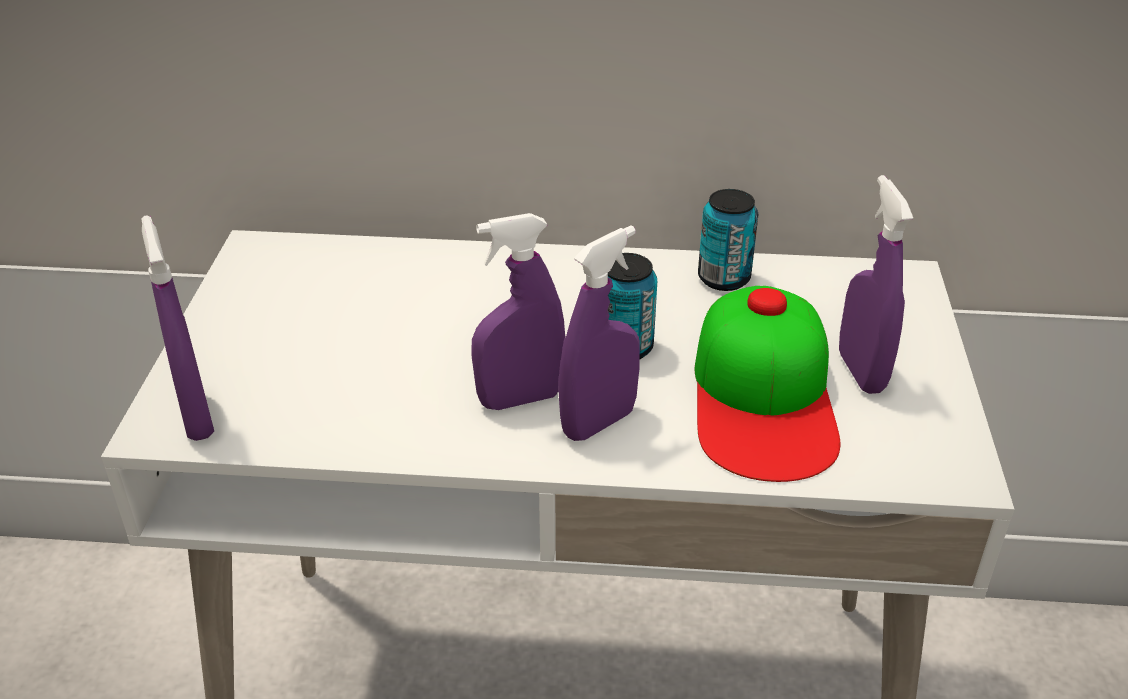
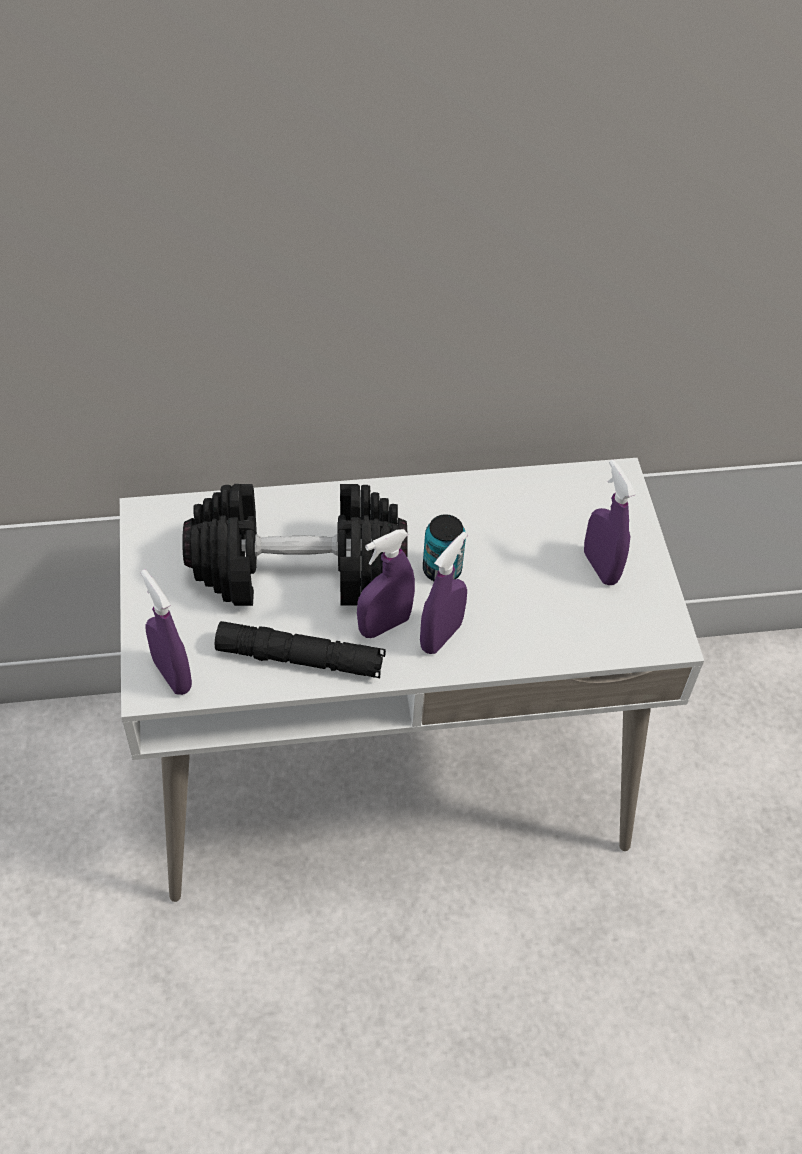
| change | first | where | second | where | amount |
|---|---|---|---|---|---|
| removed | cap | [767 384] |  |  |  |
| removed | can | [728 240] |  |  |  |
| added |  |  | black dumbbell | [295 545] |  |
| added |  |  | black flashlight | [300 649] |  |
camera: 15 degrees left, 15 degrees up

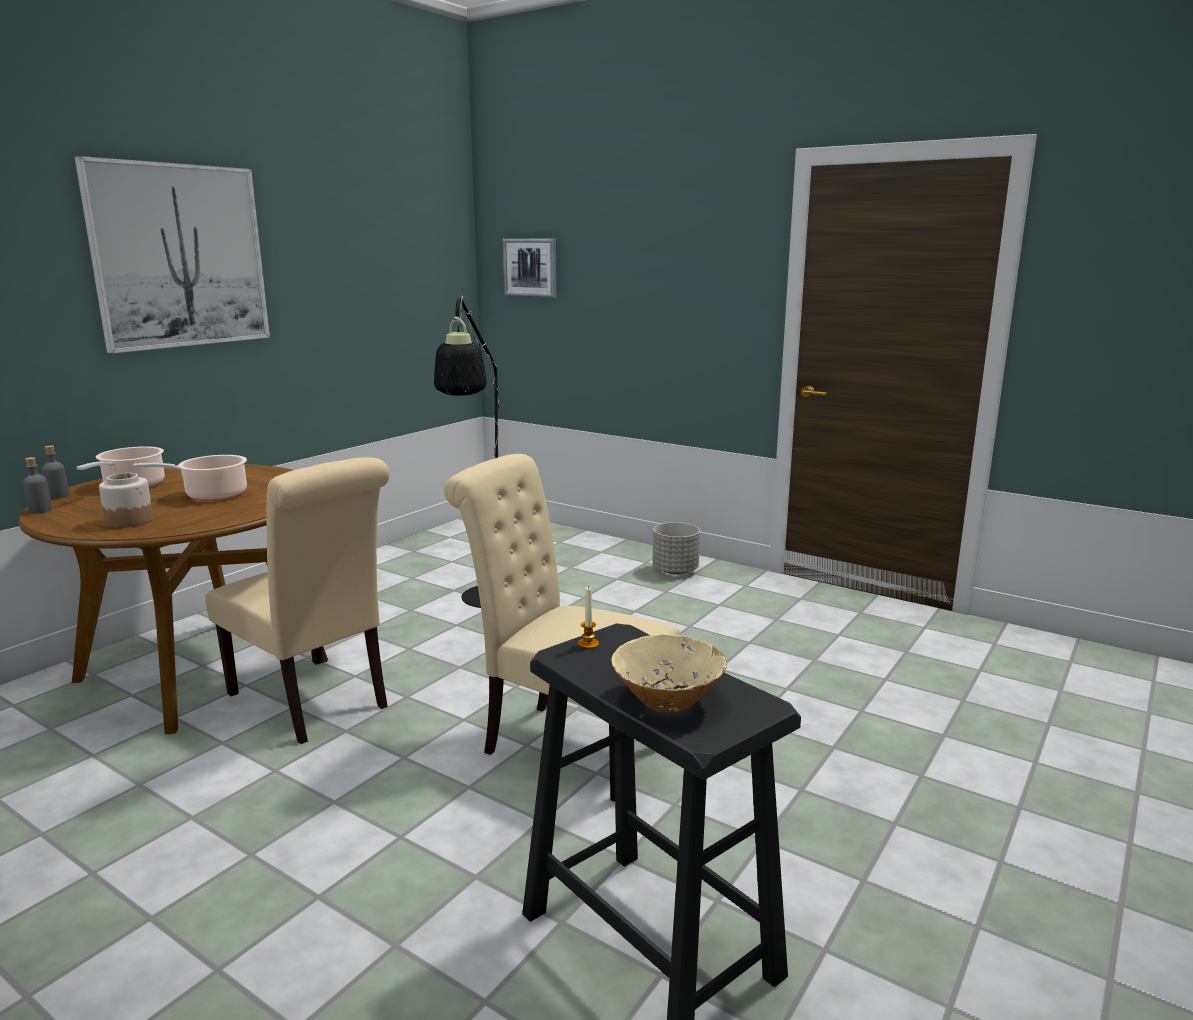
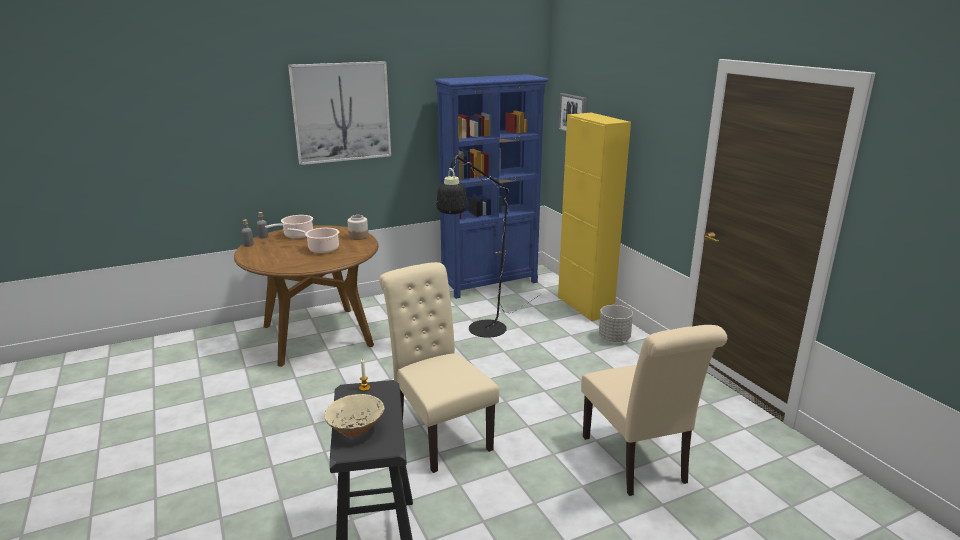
| change | first | where | second | where | amount |
|---|---|---|---|---|---|
| moved | jar | [126 500] |  | [357 227] |  |
| moved | beige chair | [297 600] |  | [654 410] |  |
| added |  |  | blue bookcase | [491 186] |  |
| added |  |  | yellow cabinet | [594 217] |  |
camera: 30 degrees right, 5 degrees up

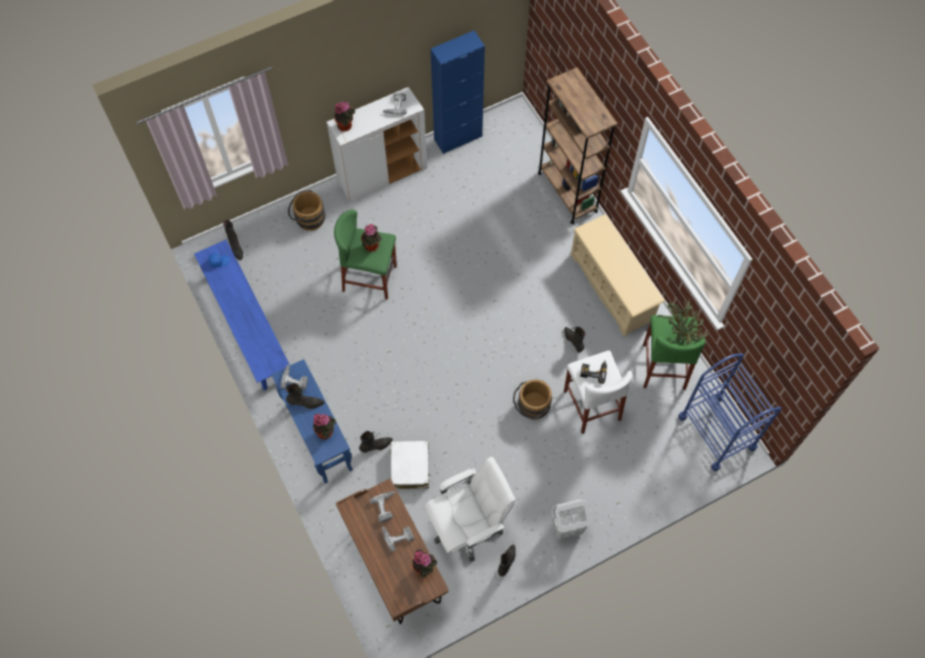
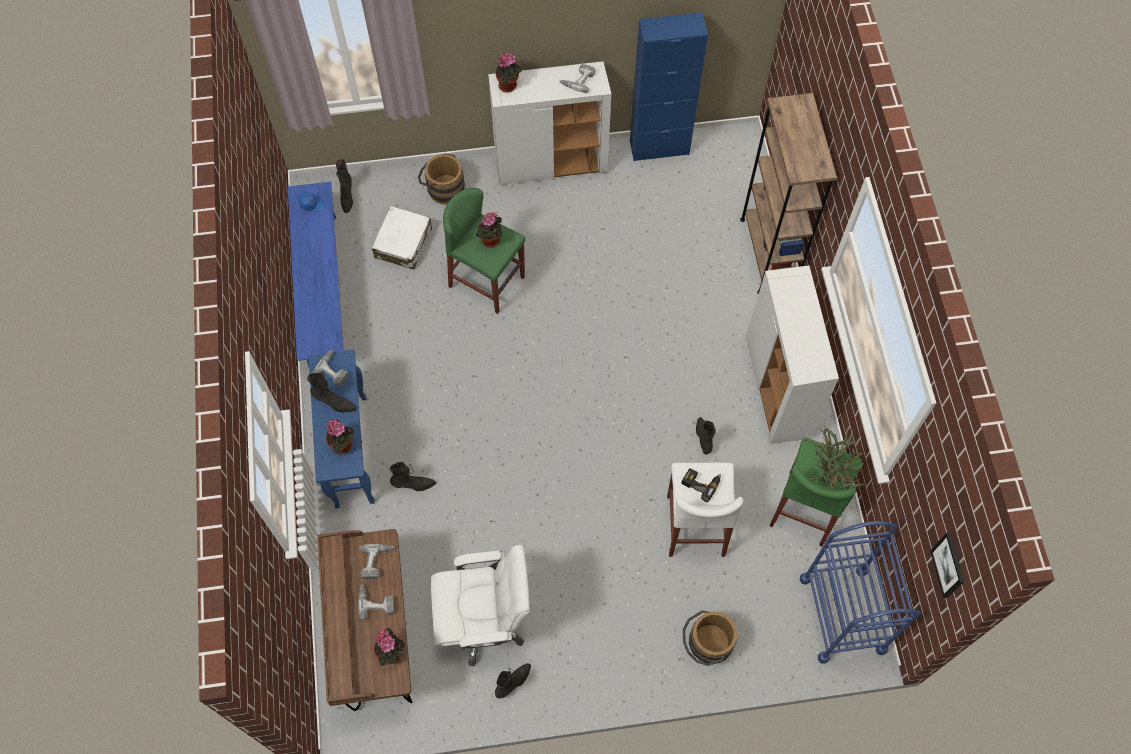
| change | first | where | second | where | amount |
|---|---|---|---|---|---|
| moved | white suitcase | [411 465] |  | [402 238] |  |
| moved | brown bucket | [532 399] |  | [710 638] |  |
| removed | white laundry basket | [571 520] |  |  |  |
| replaced | beige shoe rack | [618 275] | white cabinet | [792 355] |  |
| added |  |  | picture | [948 565] |  |
camera: 20 degrees right, 0 degrees up

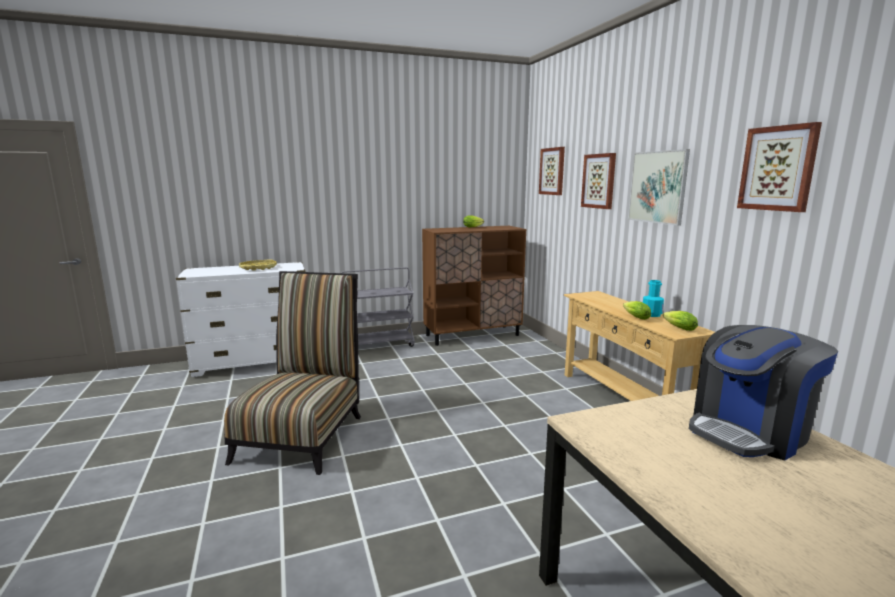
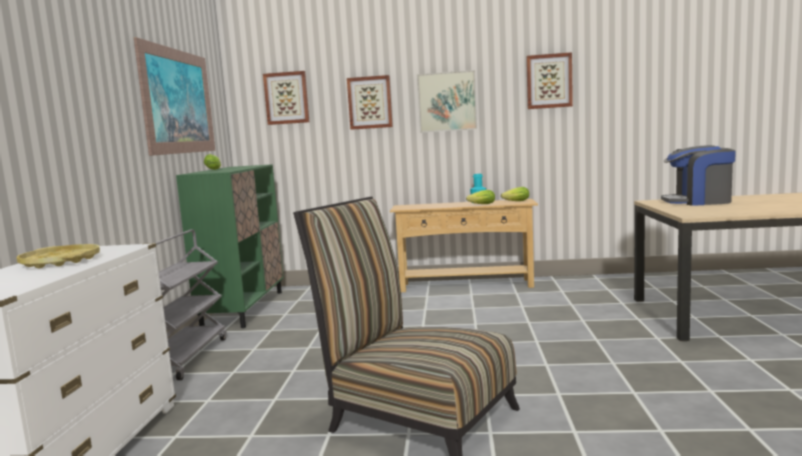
| change | first | where | second | where | amount |
|---|---|---|---|---|---|
| recoloured | brown cabinet | [474 286] | green cabinet | [230 246] |  |
| turned | coffee machine | [763 392] |  | [698 175] | 105 degrees clockwise |
| added |  |  | picture | [174 96] |  |
camera: 65 degrees left, 5 degrees down

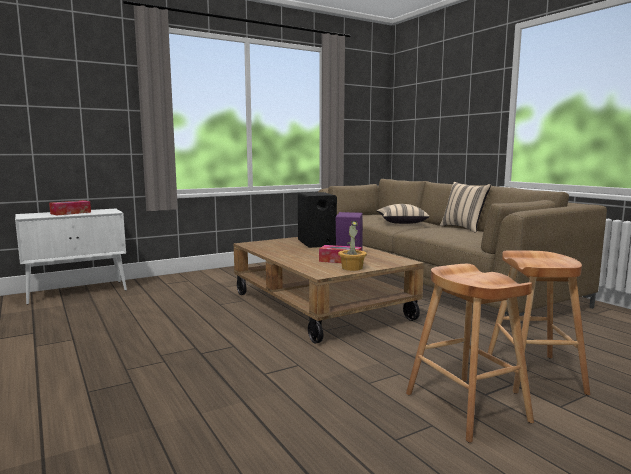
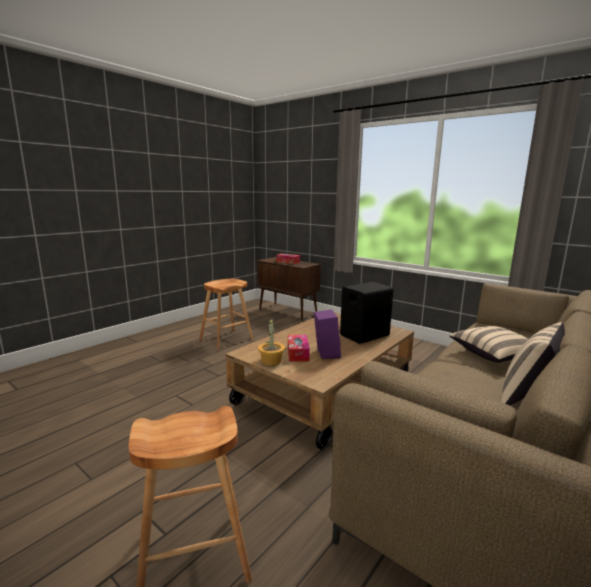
| change | first | where | second | where | amount |
|---|---|---|---|---|---|
| recoloured | white cabinet | [71 257] | brown cabinet | [289 289] |  |
| moved | brown stool | [470 353] |  | [226 314] |  |
camera: 70 degrees right, 5 degrees up

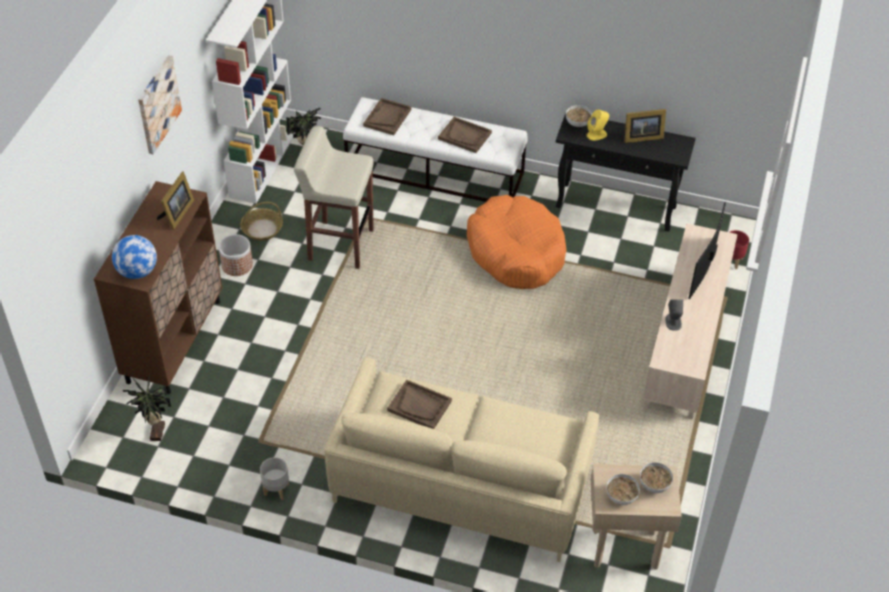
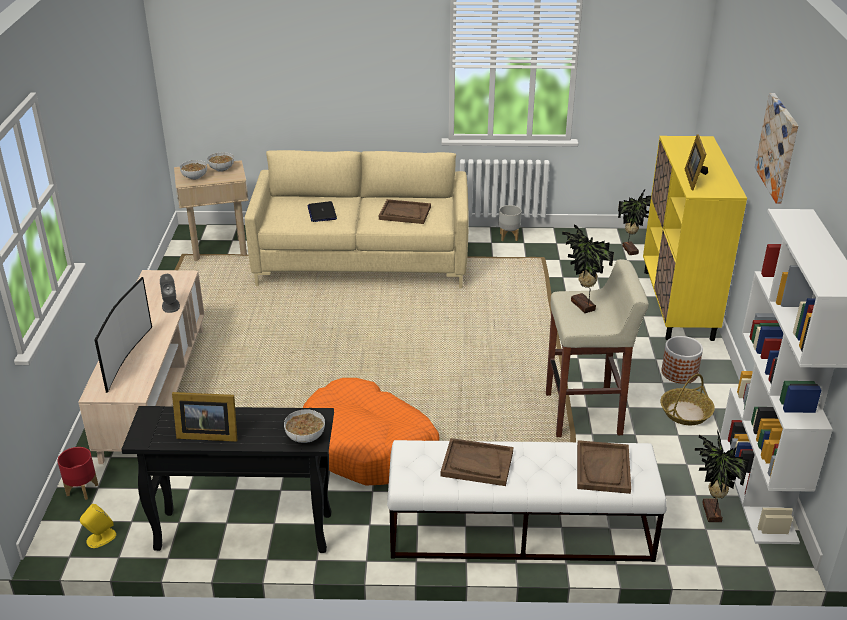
| change | first | where | second | where | amount |
|---|---|---|---|---|---|
| recoloured | brown cabinet | [158 287] | yellow cabinet | [695 238] |  |
| removed | globe | [134 257] |  |  |  |
| moved | yellow speaker | [598 125] |  | [98 526] |  |
| turned | picture frame | [645 126] |  | [204 417] | 150 degrees counterclockwise |
| added |  |  | laptop | [322 211] |  |
| added |  |  | potted plant | [588 268] |  |
camera: 165 degrees right, 15 degrees down

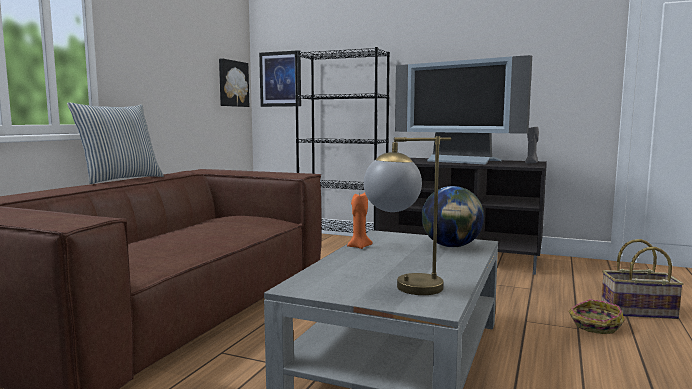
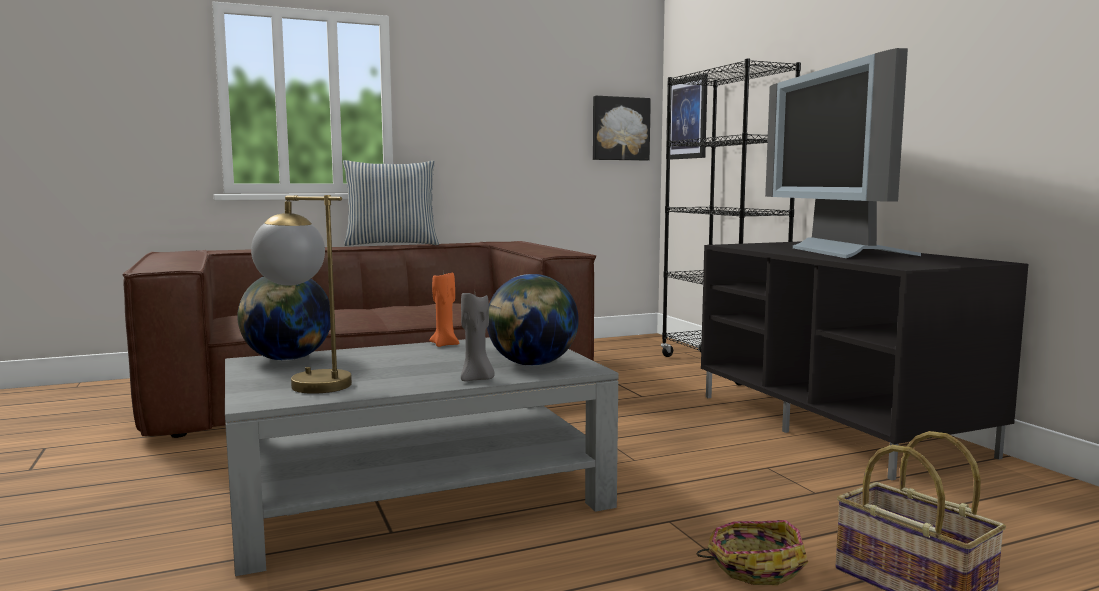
| change | first | where | second | where | amount |
|---|---|---|---|---|---|
| moved | grey candle | [532 145] |  | [478 336] |  |
| added |  |  | globe | [284 318] |  |
camera: 45 degrees right, 0 degrees up

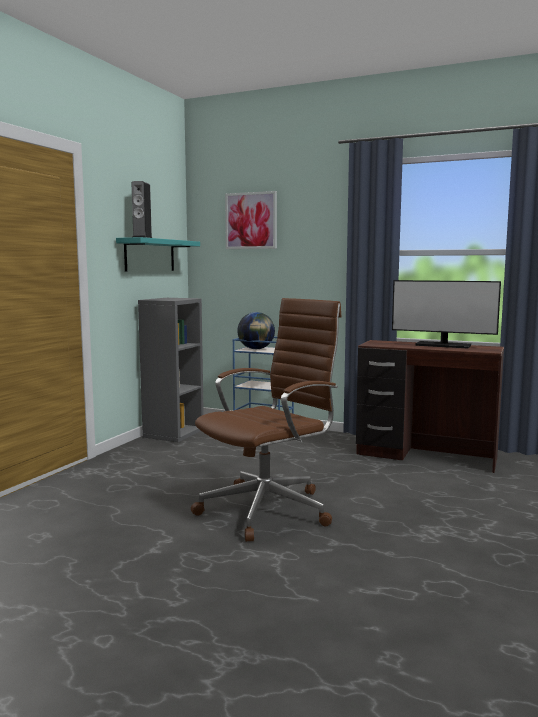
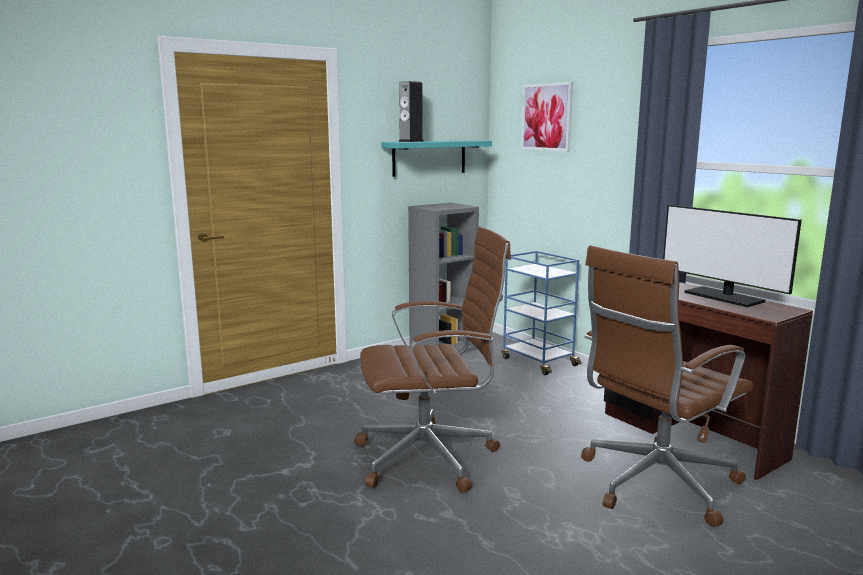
| change | first | where | second | where | amount |
|---|---|---|---|---|---|
| removed | globe | [256 330] |  |  |  |
| added |  |  | brown office chair | [667 386] |  |
camera: 30 degrees right, 5 degrees up

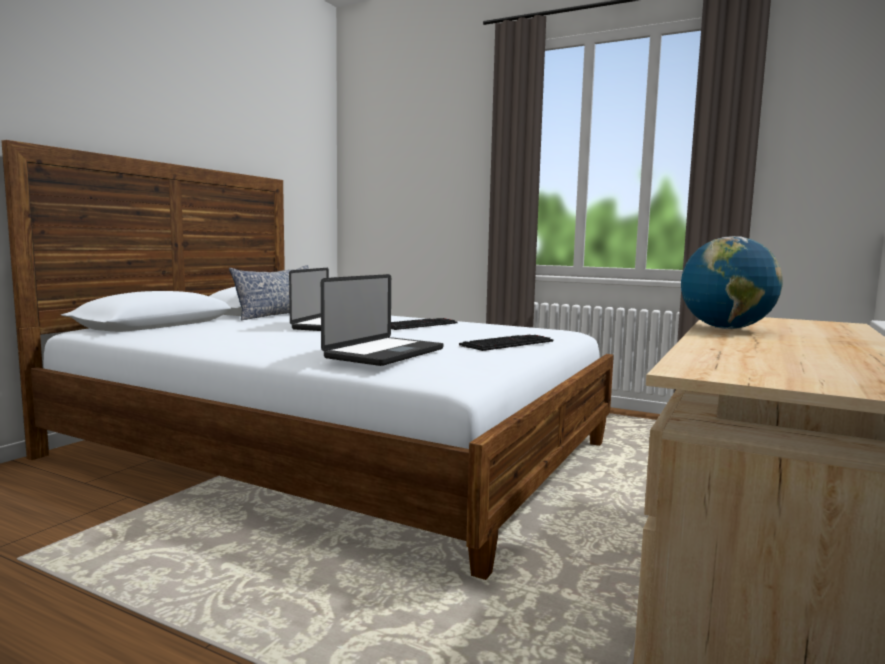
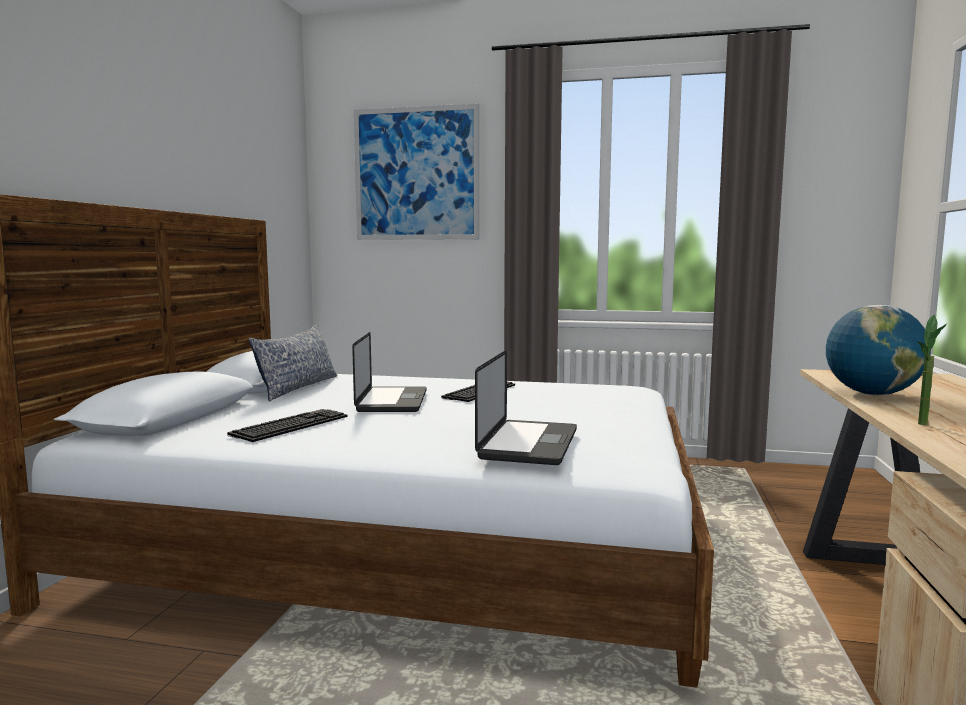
| change | first | where | second | where | amount |
|---|---|---|---|---|---|
| moved | keyboard | [506 343] |  | [287 425] |  |
| added |  |  | picture | [416 172] |  |
| added |  |  | potted plant | [932 370] |  |
camera: 15 degrees left, 0 degrees up

